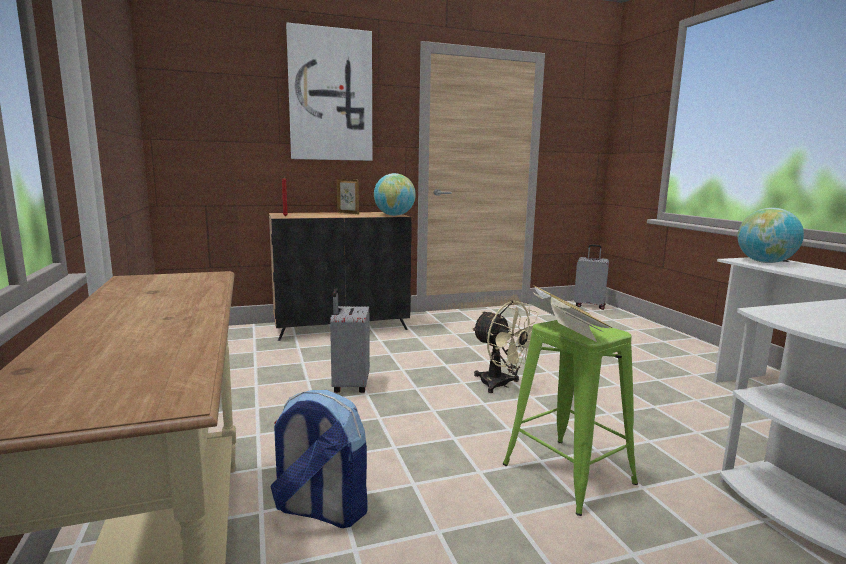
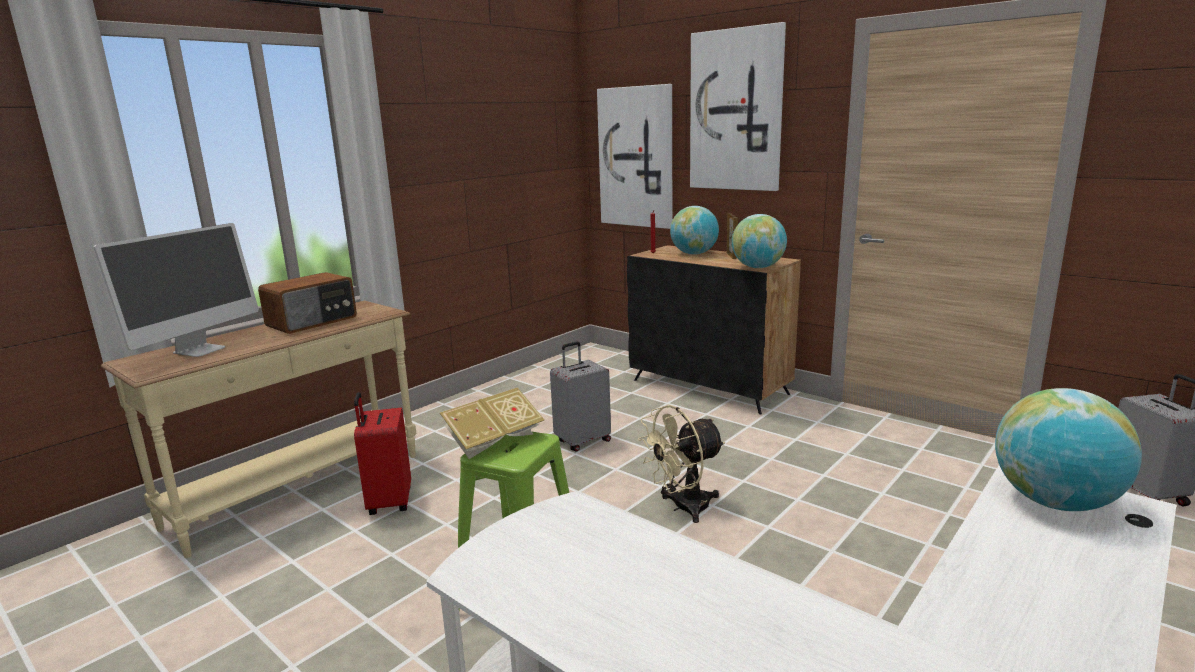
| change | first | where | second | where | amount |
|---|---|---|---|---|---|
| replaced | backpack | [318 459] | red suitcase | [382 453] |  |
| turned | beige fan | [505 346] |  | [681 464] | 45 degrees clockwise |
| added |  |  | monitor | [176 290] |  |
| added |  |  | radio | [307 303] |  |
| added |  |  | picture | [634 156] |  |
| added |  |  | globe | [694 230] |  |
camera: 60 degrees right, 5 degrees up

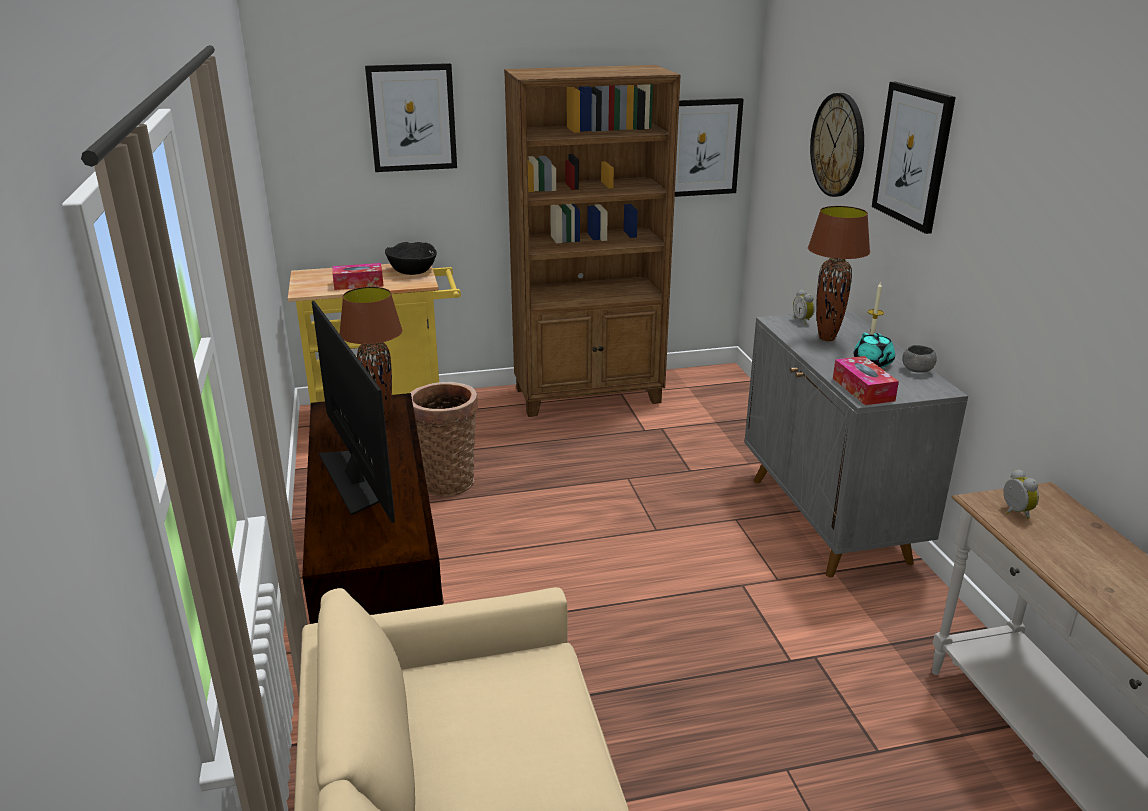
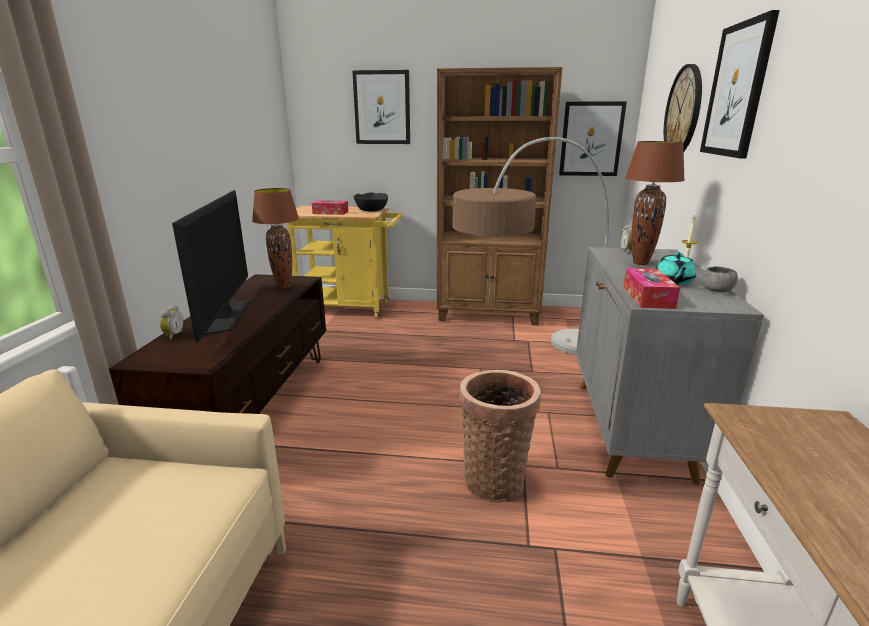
| change | first | where | second | where | amount |
|---|---|---|---|---|---|
| moved | basket | [444 439] |  | [500 436] |  |
| moved | alarm clock | [1021 494] |  | [171 322] |  |
| added |  |  | floor lamp | [530 245] |  |
camera: 20 degrees right, 5 degrees down

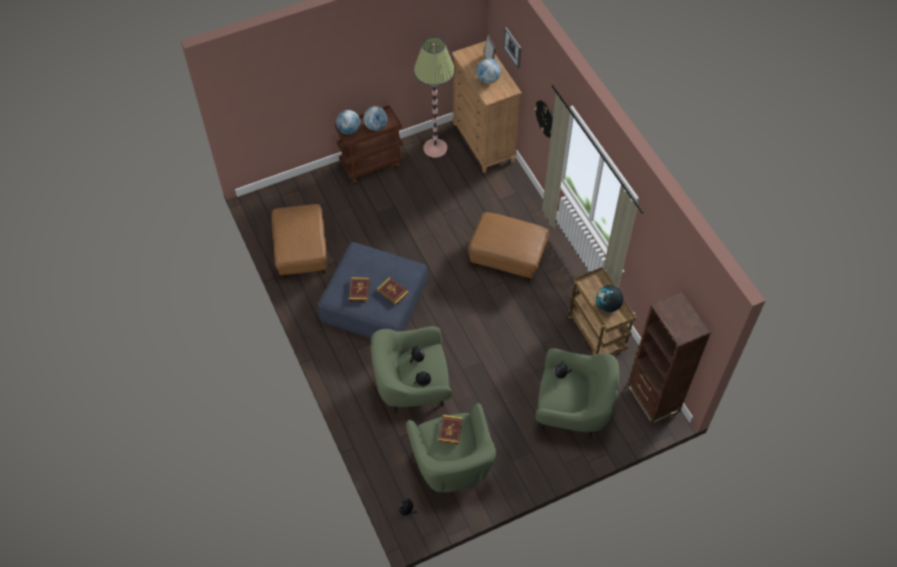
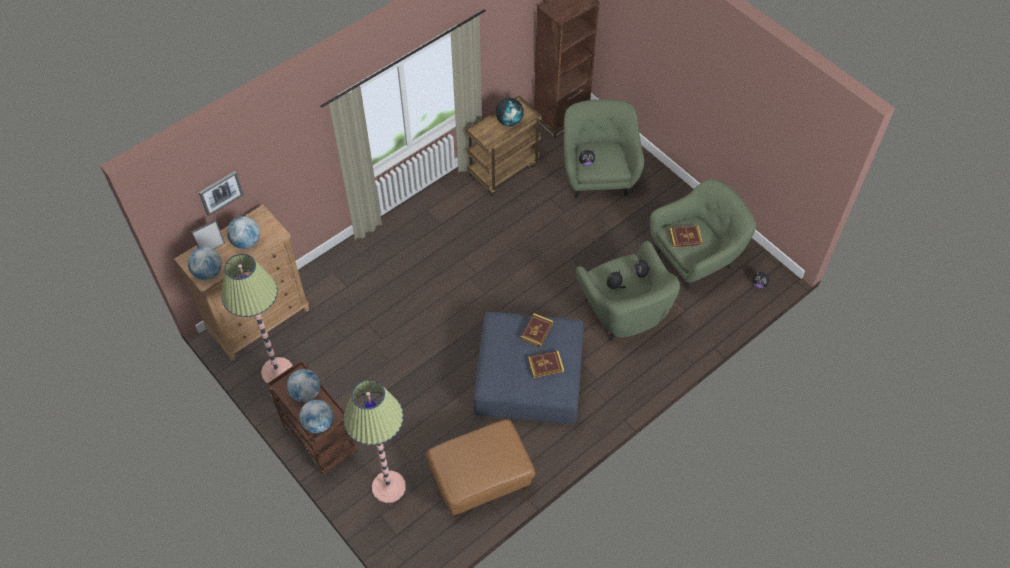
| change | first | where | second | where | amount |
|---|---|---|---|---|---|
| removed | brown ottoman | [508 247] |  |  |  |
| removed | wall clock | [543 119] |  |  |  |
| added |  |  | globe | [205 263] |  |
| added |  |  | floor lamp | [374 441] |  |
camera: 105 degrees left, 0 degrees up

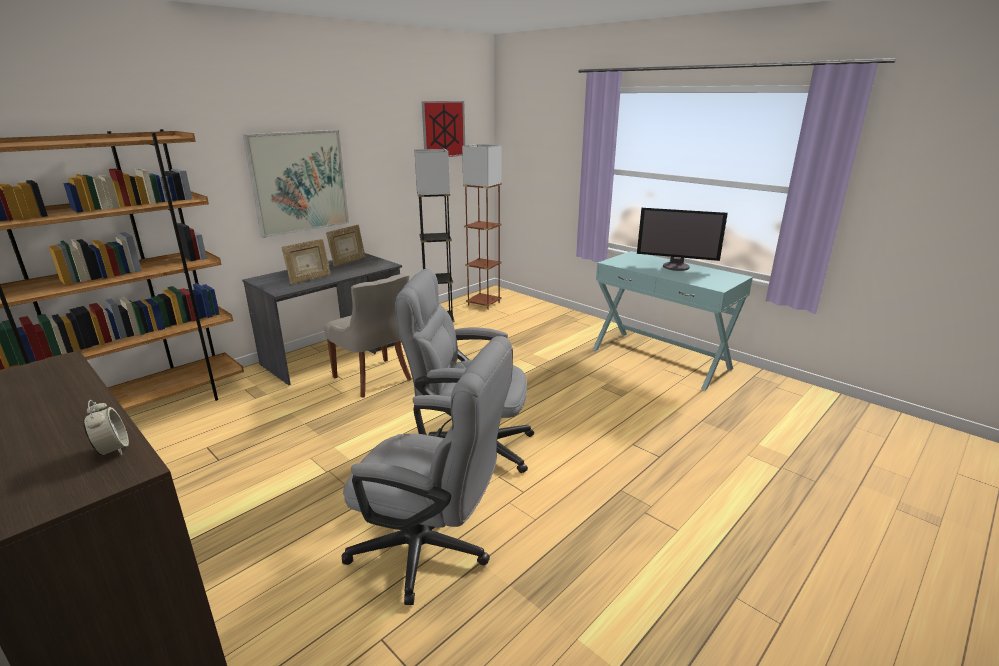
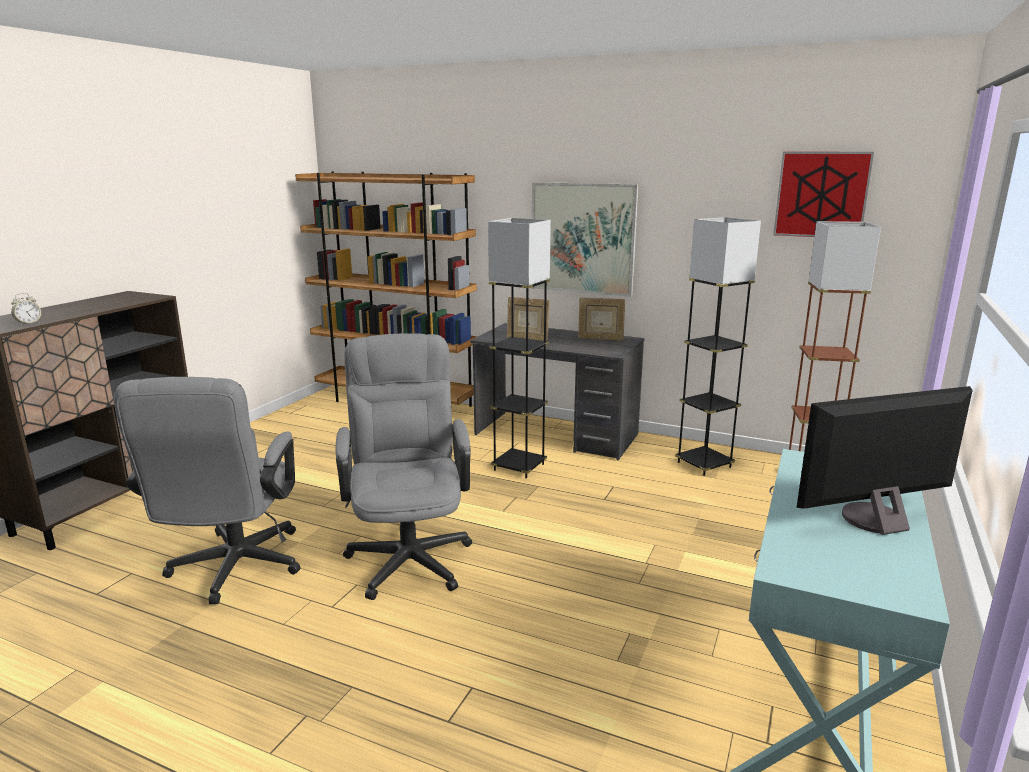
| change | first | where | second | where | amount |
|---|---|---|---|---|---|
| replaced | grey chair | [368 335] | grey floor lamp | [519 348] |  |
| turned | monitor | [682 239] |  | [885 460] | 75 degrees clockwise |
camera: 70 degrees right, 5 degrees down

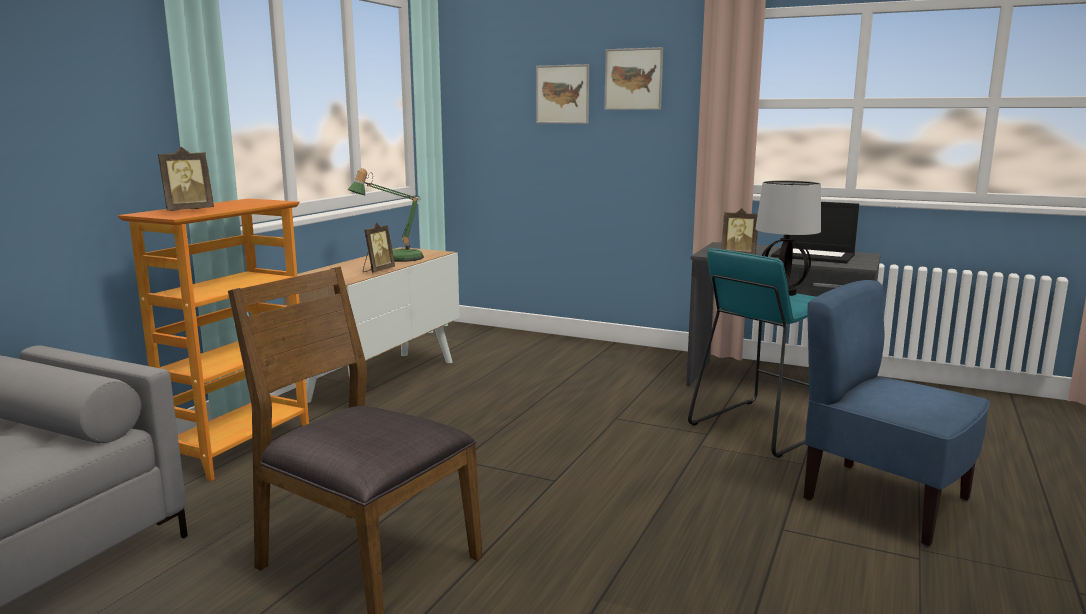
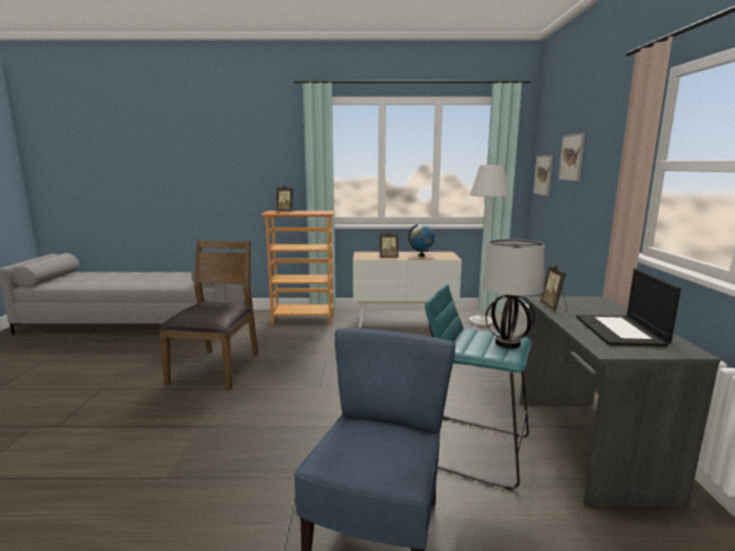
| change | first | where | second | where | amount |
|---|---|---|---|---|---|
| replaced | table lamp | [385 215] | globe | [422 240] |  |
| moved | picture | [633 78] |  | [543 175] |  |
| added |  |  | grey floor lamp | [489 245] |  |
camera: 65 degrees right, 0 degrees up

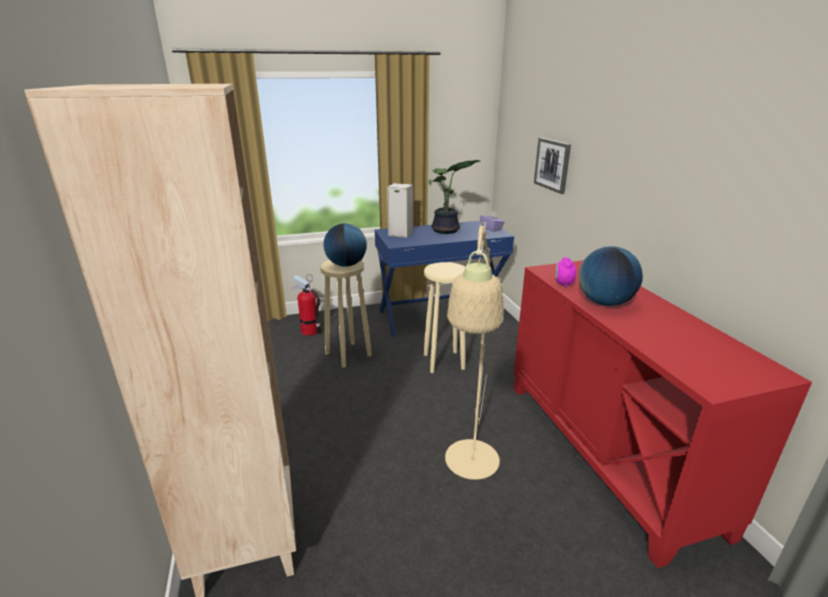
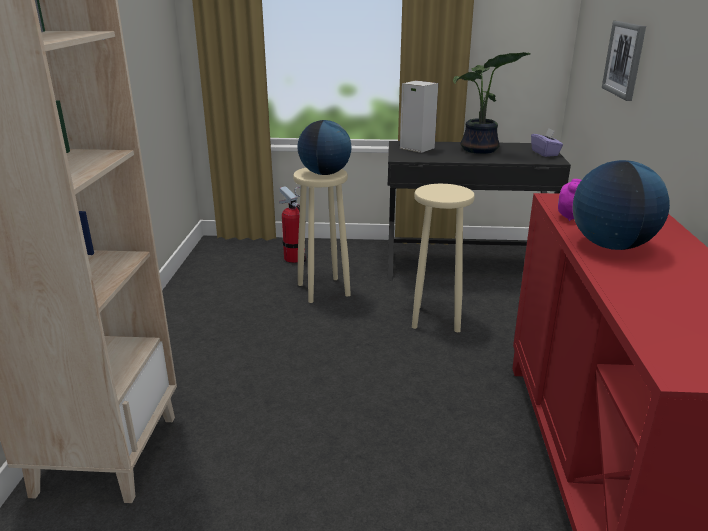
| change | first | where | second | where | amount |
|---|---|---|---|---|---|
| recoloured | blue desk | [444 279] | black desk | [479 210] |  |
| removed | beige floor lamp | [474 351] |  |  |  |
camera: 20 degrees right, 0 degrees up

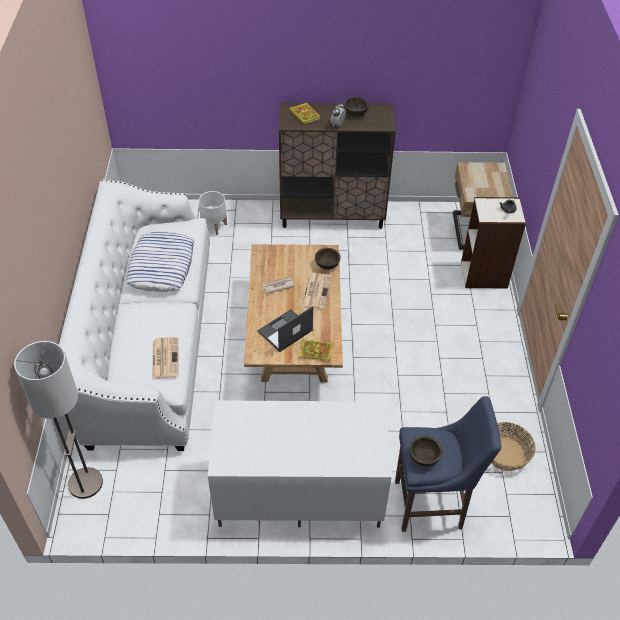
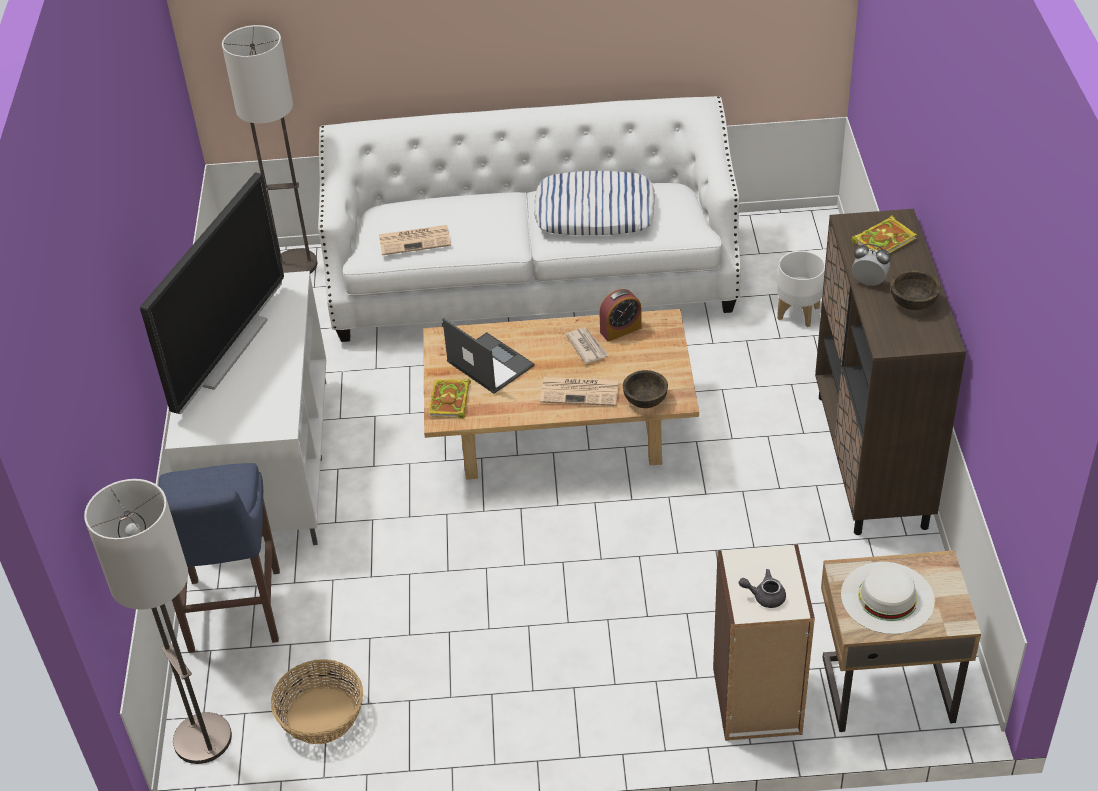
| change | first | where | second | where | amount |
|---|---|---|---|---|---|
| removed | brown bowl | [425 451] |  |  |  |
| added |  |  | floor lamp | [158 621] |  |
| added |  |  | television | [212 293] |  |
| added |  |  | alarm clock | [620 315] |  |
| added |  |  | white hat | [888 598] |  |
camera: 90 degrees right, 5 degrees down

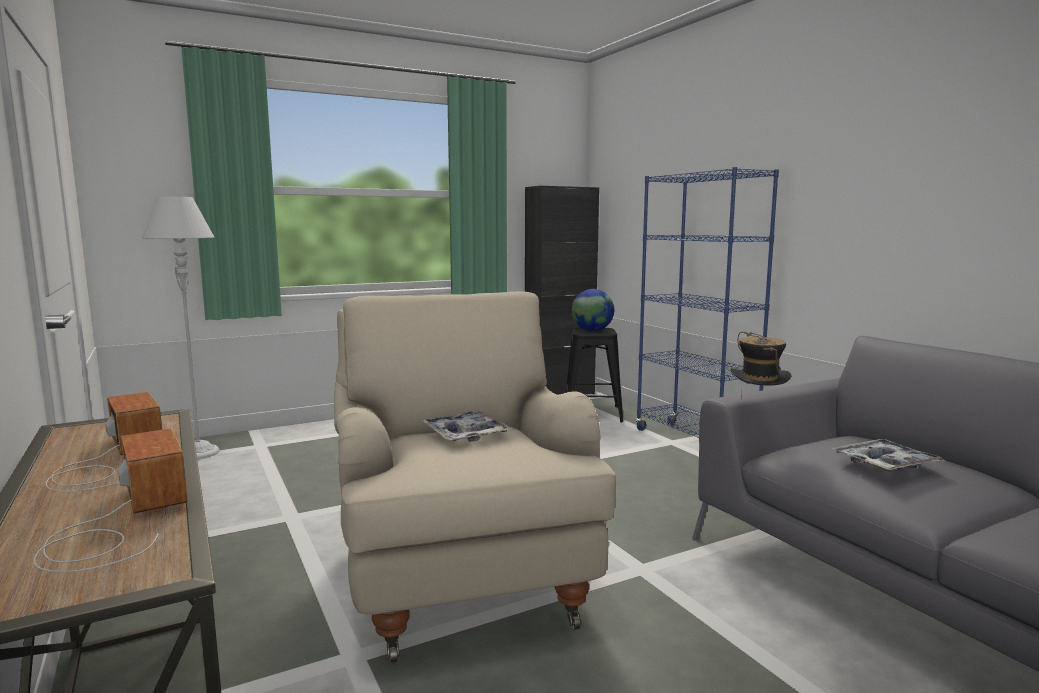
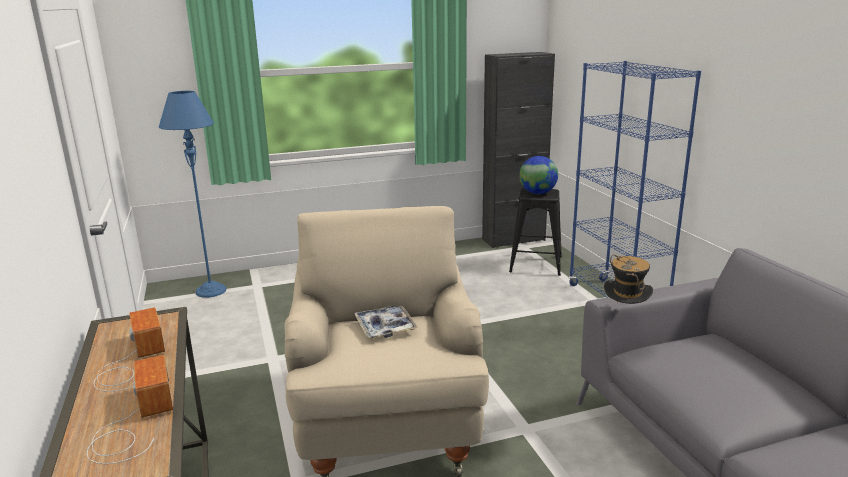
| change | first | where | second | where | amount |
|---|---|---|---|---|---|
| recoloured | grey floor lamp | [181 328] | blue floor lamp | [192 194] |  |
| removed | tray | [888 455] |  |  |  |
camera: 10 degrees right, 10 degrees up

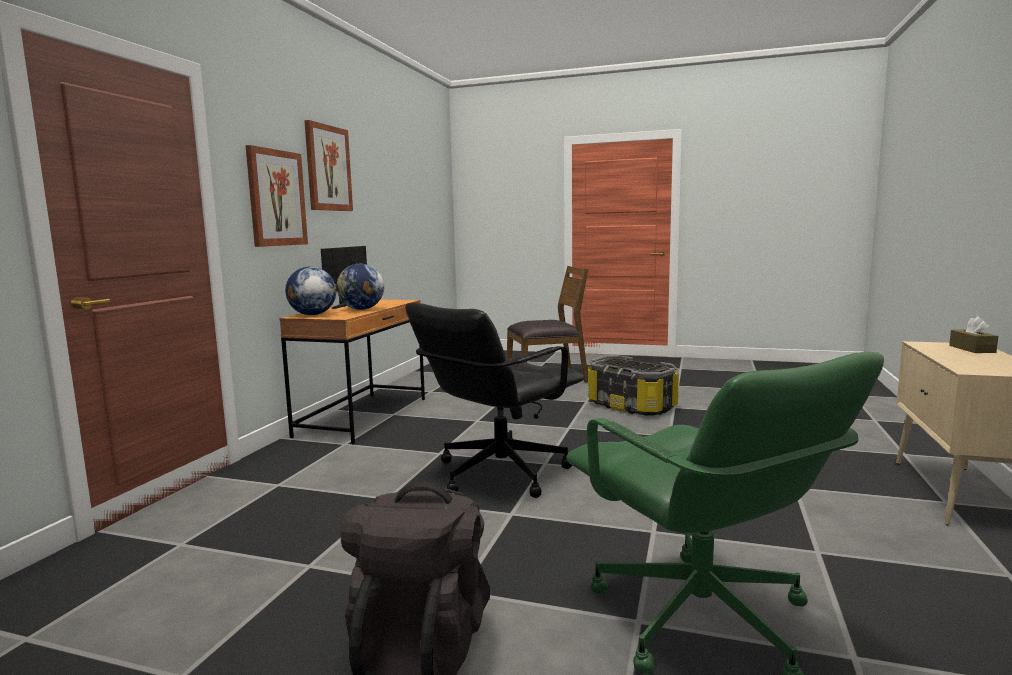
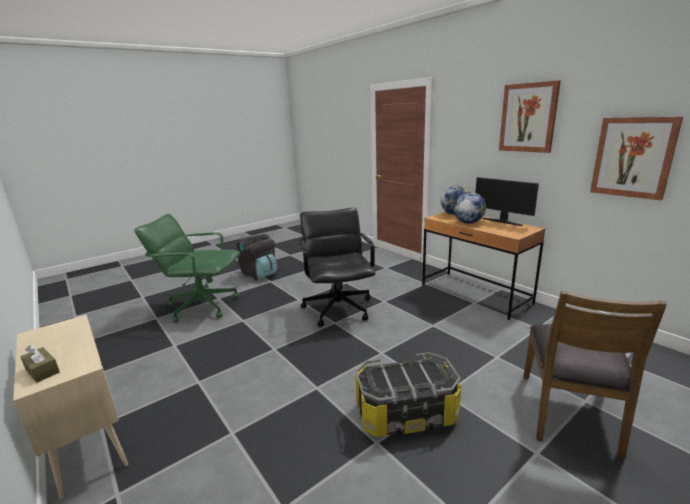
| change | first | where | second | where | amount |
|---|---|---|---|---|---|
| moved | picture | [276 196] |  | [636 158] |  |
camera: 125 degrees right, 10 degrees up

